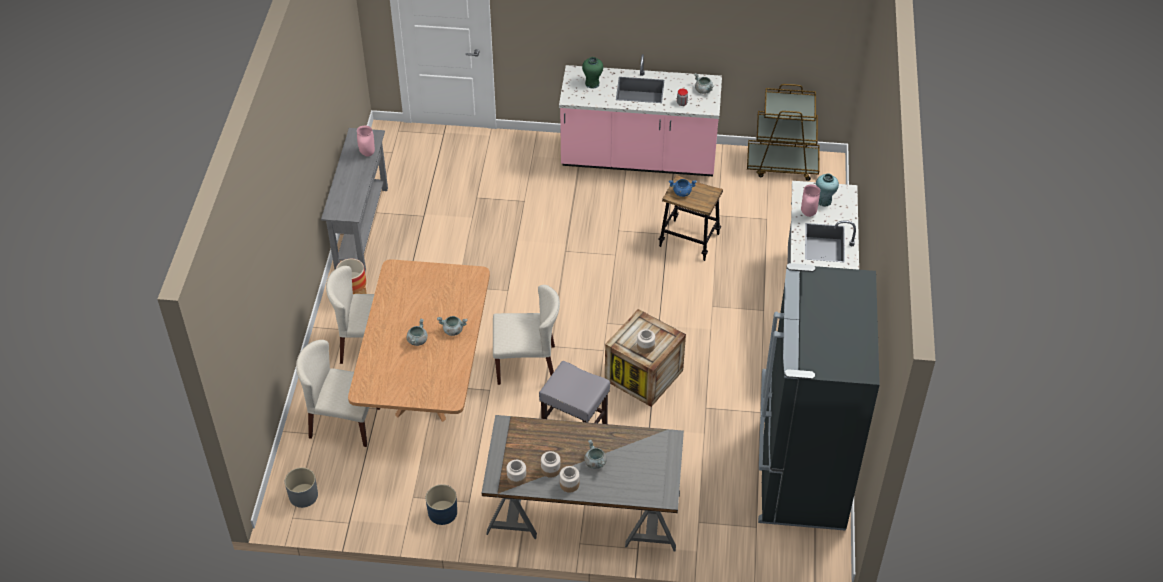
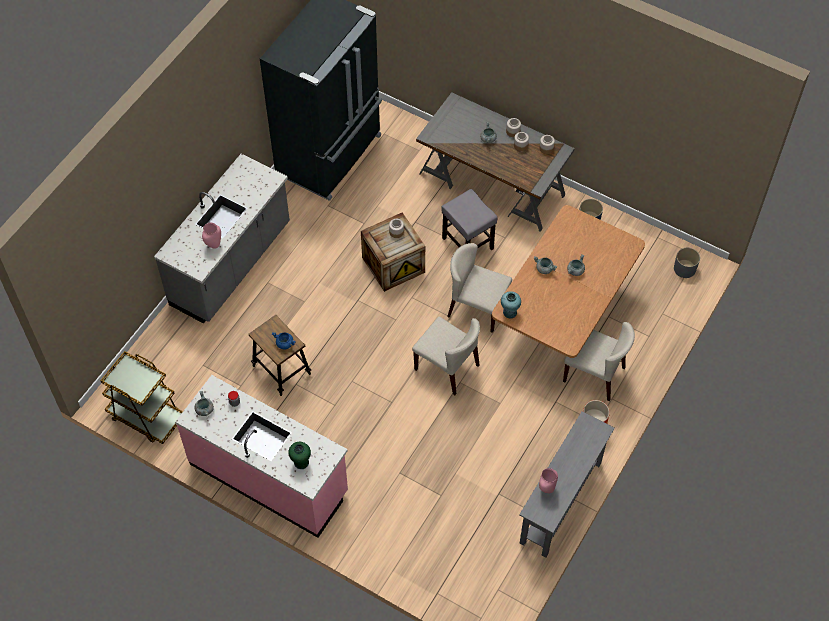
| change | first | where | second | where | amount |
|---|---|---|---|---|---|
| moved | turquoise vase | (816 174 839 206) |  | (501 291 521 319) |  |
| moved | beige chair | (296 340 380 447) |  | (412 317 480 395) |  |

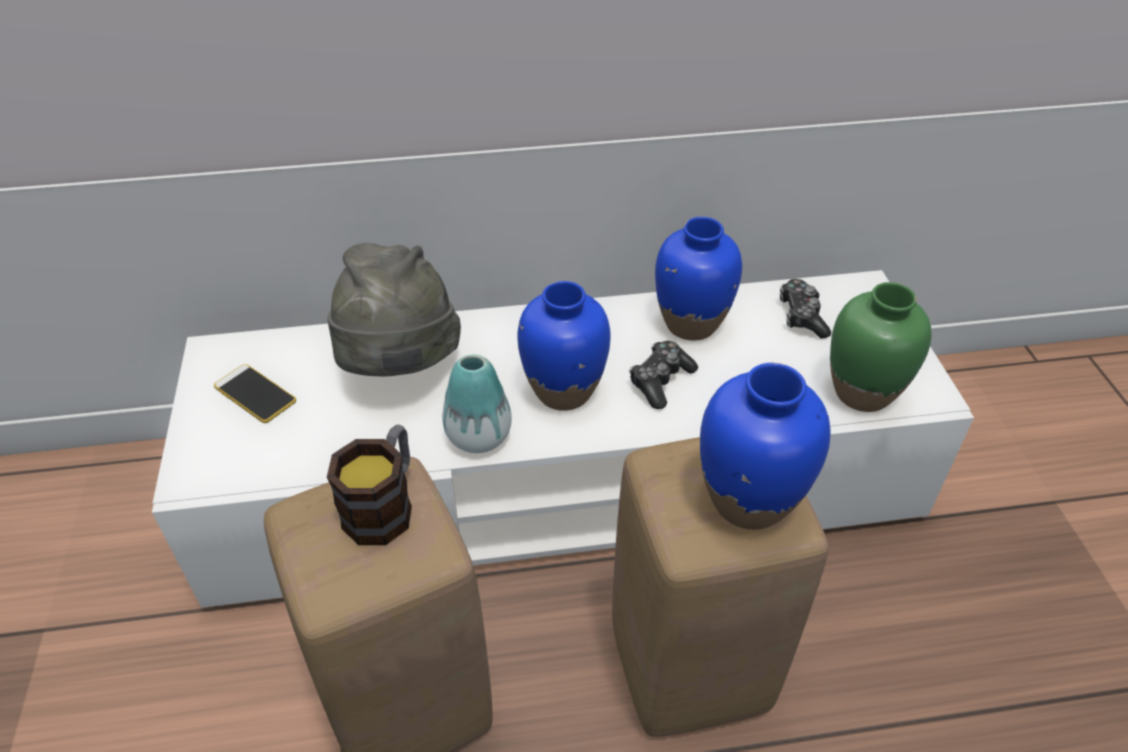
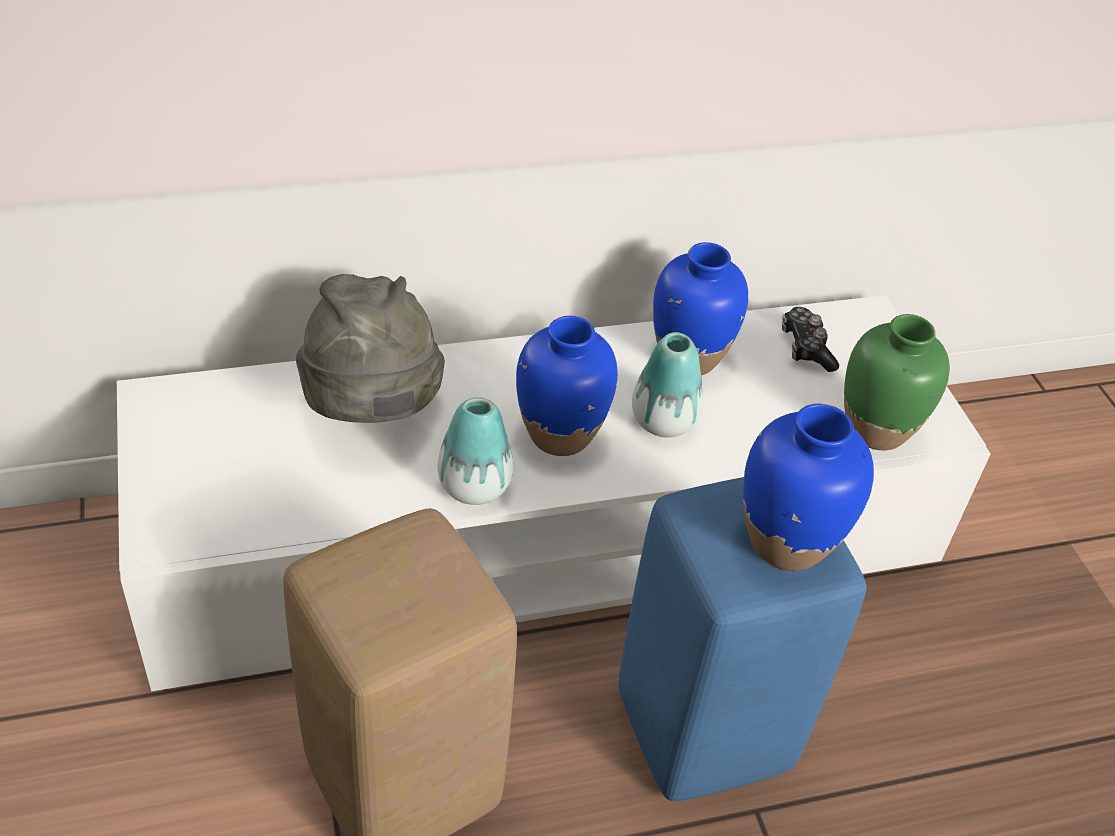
| change | first | where | second | where | amount |
|---|---|---|---|---|---|
| replaced | game controller | (630 341 698 409) | vase | (632 332 703 437) |  |
| removed | phone | (214 364 296 423) |  |  |  |
| removed | mug | (327 425 412 545) |  |  |  |
| recoloured | beige stool | (612 437 828 737) | blue stool | (619 477 866 801) |  |

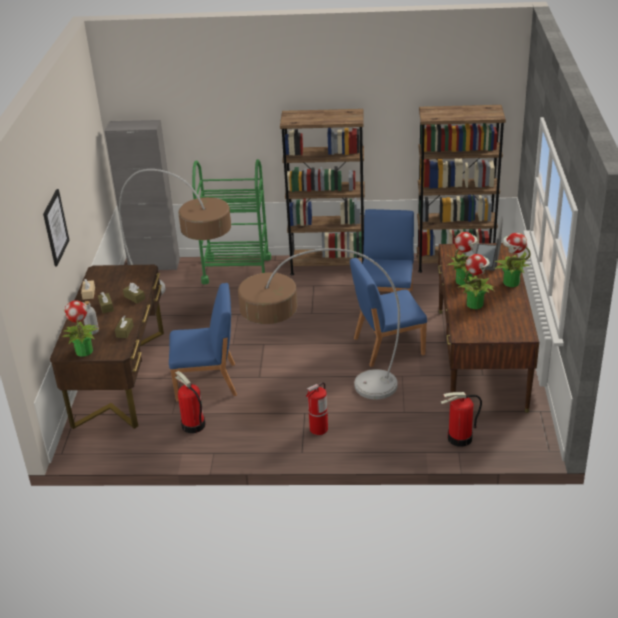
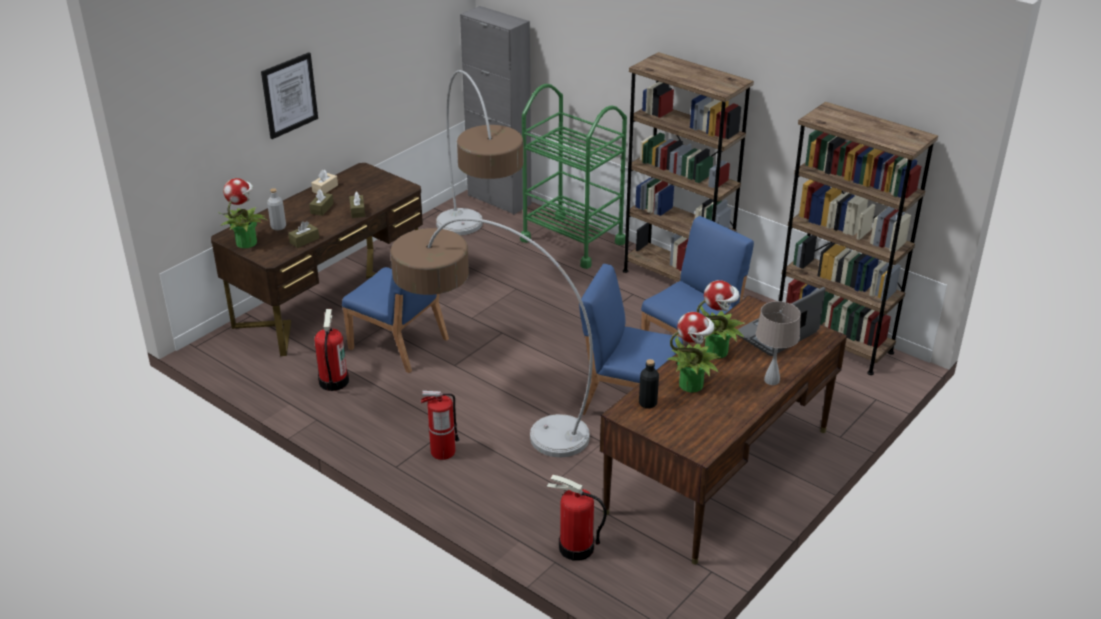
| change | first | where | second | where | amount |
|---|---|---|---|---|---|
| replaced | potted plant | (494 233 531 287) | beige table lamp | (756 301 801 385) |  |
| added |  |  | black bottle | (639 359 659 409) |  |

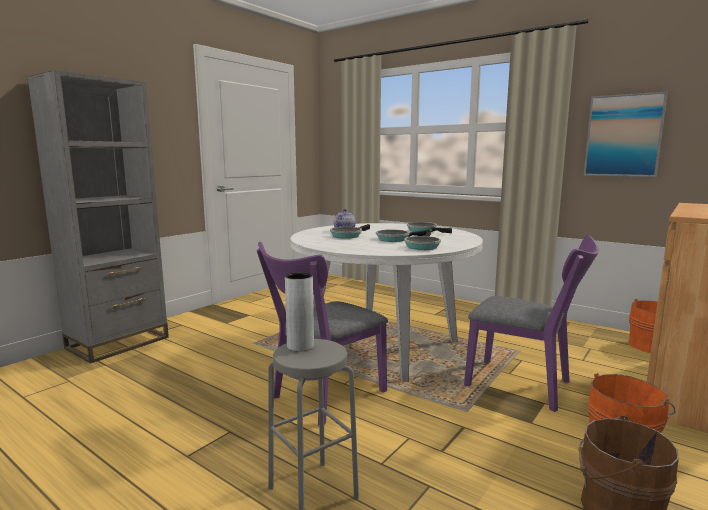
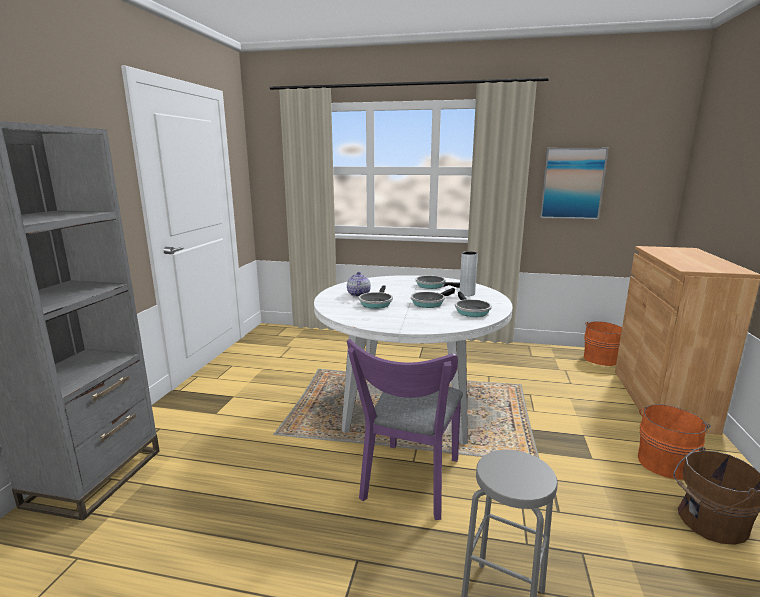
| change | first | where | second | where | amount |
|---|---|---|---|---|---|
| removed | purple chair | (464 235 599 412) |  |  |  |
| moved | grey vase | (285 272 314 351) |  | (460 251 478 296) |  |

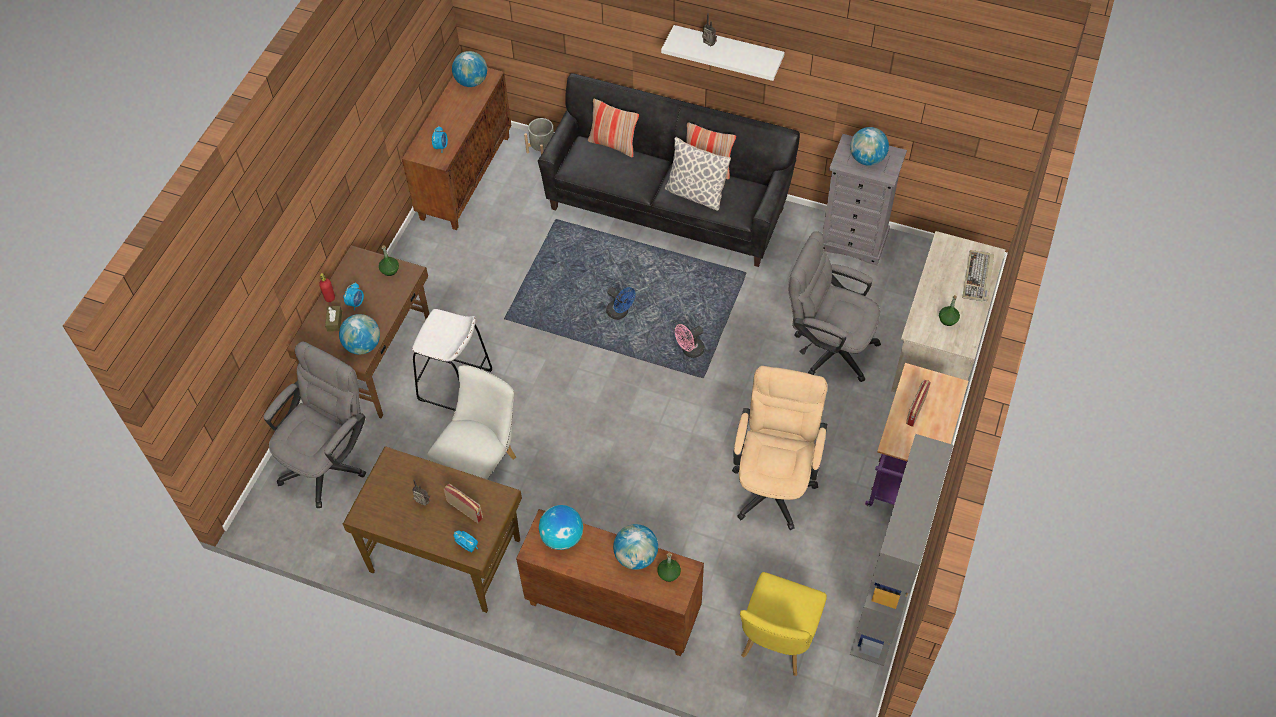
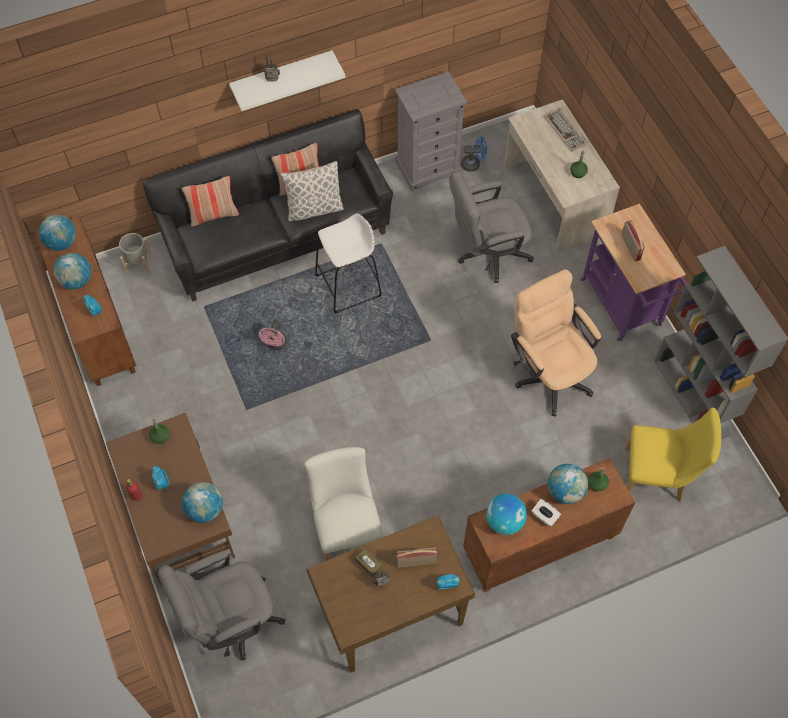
| change | first | where | second | where | amount |
|---|---|---|---|---|---|
| moved | globe | (850 127 889 166) |  | (54 253 91 289) |  |
| moved | blue fan | (606 287 635 320) |  | (461 137 487 172) |  |
| moved | brown tissue box | (325 306 342 331) |  | (355 549 382 577) |  |
| moved | white stool | (412 309 492 411) |  | (315 214 381 314) |  |
| moved | pink fan | (675 324 705 358) |  | (259 320 287 350) |  |
| turned | grey office chair | (263 341 366 508) |  | (157 550 285 661) | 105 degrees counterclockwise |
| turned | yellow chair | (740 572 827 676) |  | (625 407 722 501) | 60 degrees counterclockwise |
| added |  |  | white tissue box | (532 499 561 527) |  |

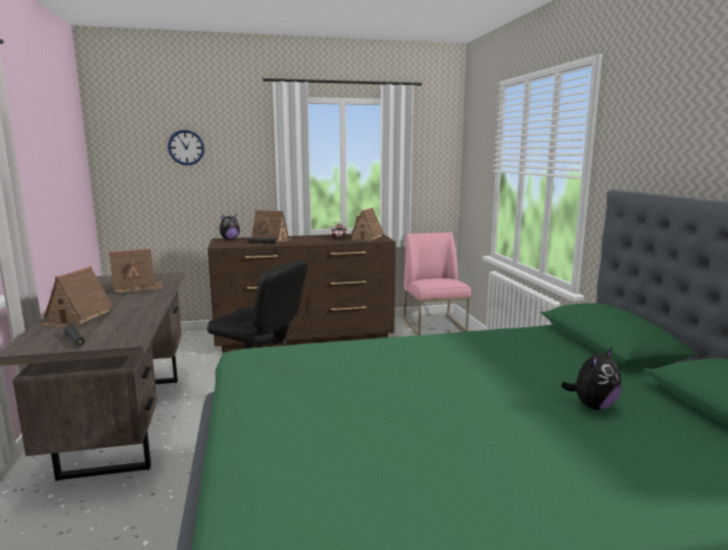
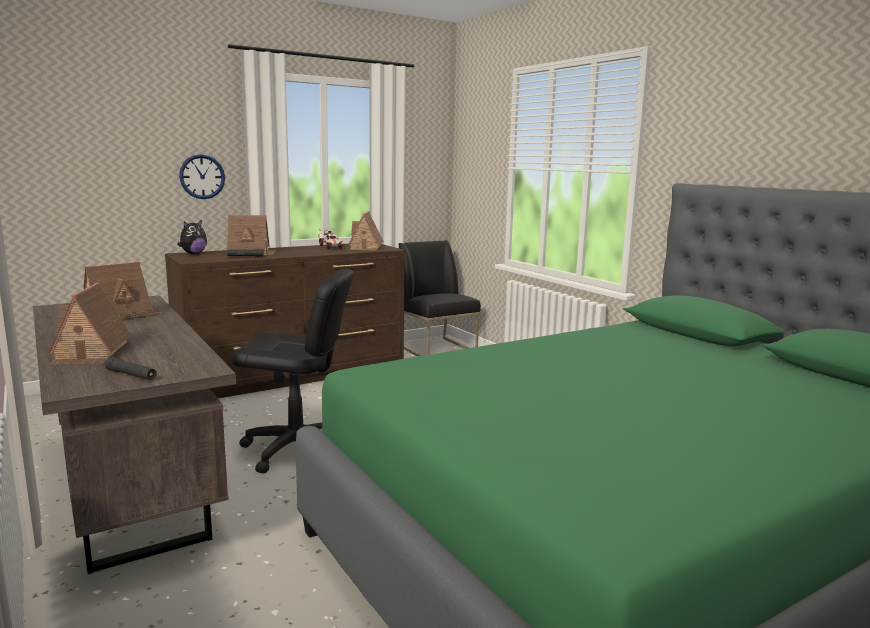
| change | first | where | second | where | amount |
|---|---|---|---|---|---|
| moved | wall clock | (168 130 204 166) |  | (179 154 225 199) |  |
| recoloured | pink chair | (403 232 471 335) | black chair | (399 240 481 356) |  |
| removed | plush toy | (561 347 621 410) |  |  |  |

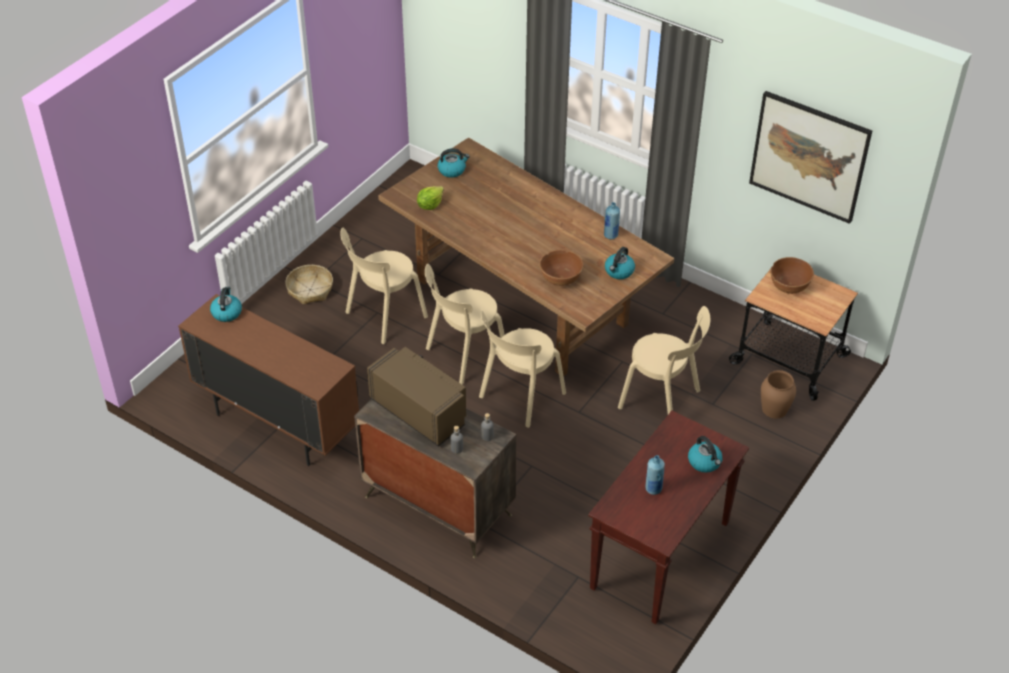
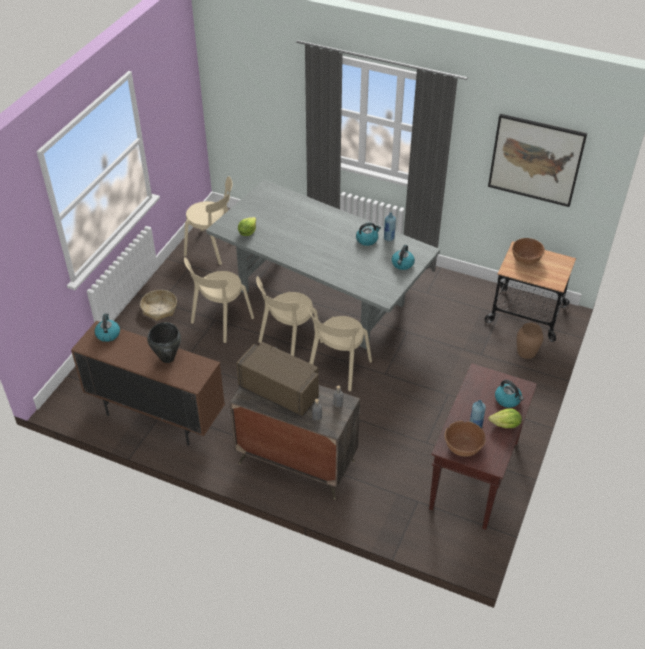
| change | first | where | second | where | amount |
|---|---|---|---|---|---|
| recoloured | brown dining table | (378 137 674 377) | grey dining table | (206 180 440 349) |  |
| moved | kettle | (438 148 470 178) |  | (356 222 381 246) |  |
| moved | brown bowl | (539 250 584 286) |  | (445 421 486 457) |  |
| moved | beige chair | (618 306 710 414) |  | (184 176 232 265) |  |
| added |  |  | black cooking pot | (147 322 181 363) |  |
| added |  |  | lettuce | (488 409 522 428) |  |

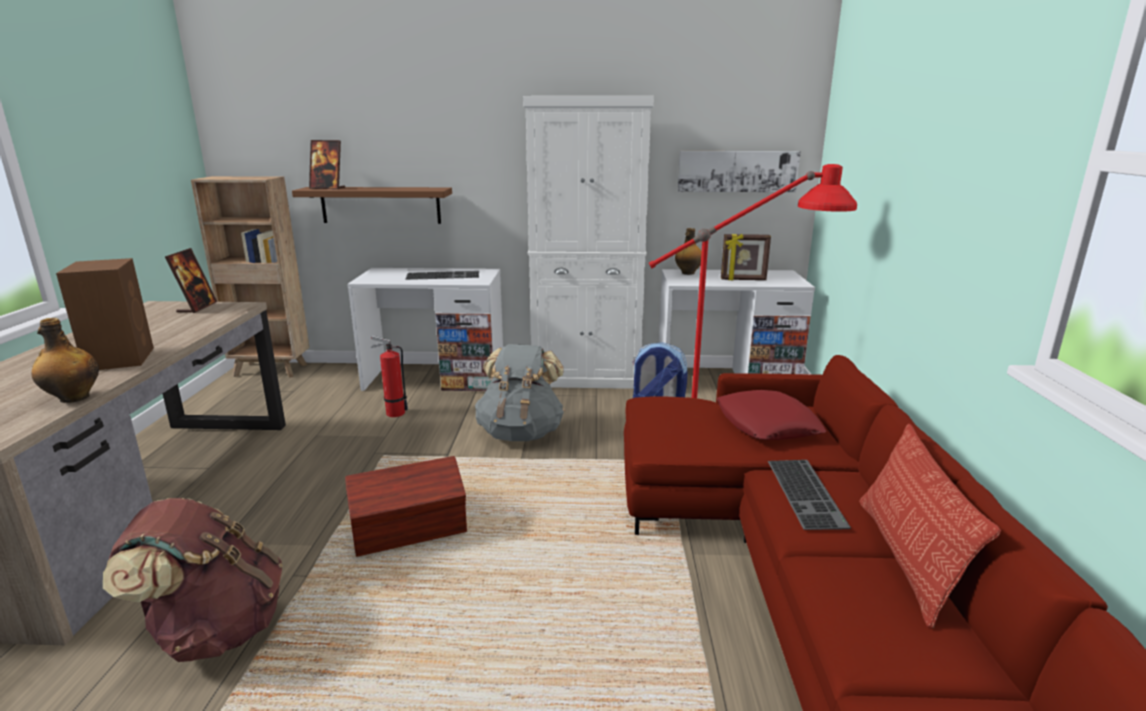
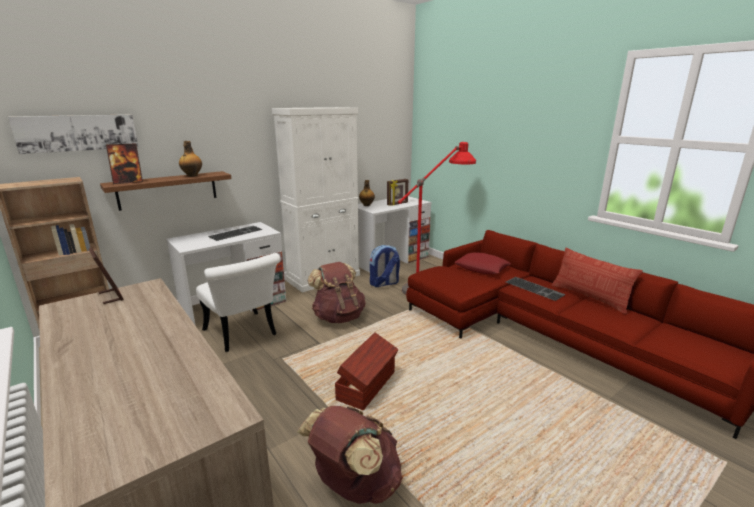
| change | first | where | second | where | amount |
|---|---|---|---|---|---|
| moved | picture | (678 151 801 192) |  | (8 115 138 154) |  |
| removed | brown speaker | (56 258 154 370) |  |  |  |
| moved | bottle | (32 318 99 403) |  | (179 141 202 177) |  |
| replaced | fire extinguisher | (371 336 408 417) | white chair | (196 253 280 352) |  |
| recoloured | grey backpack | (475 344 565 441) | brown backpack | (308 262 365 323) |  |

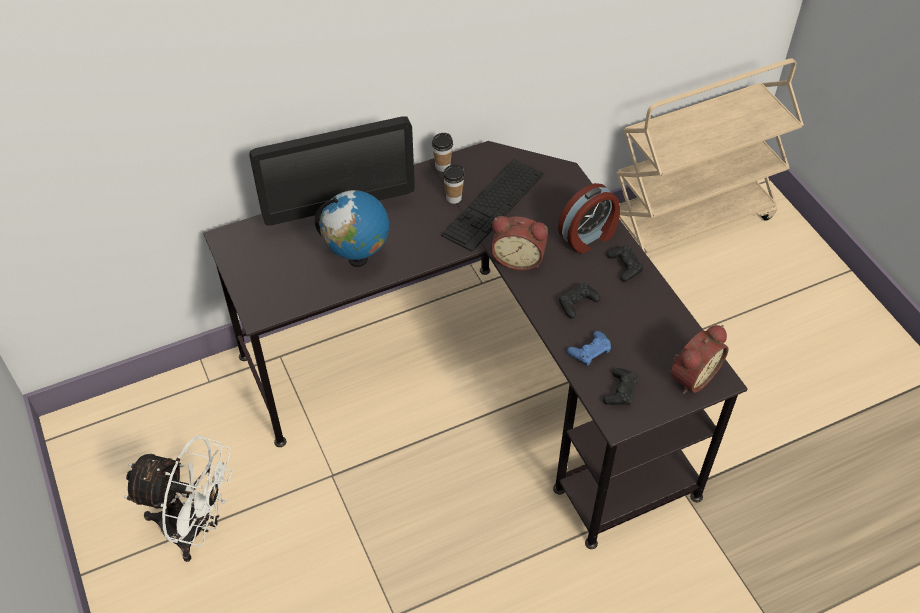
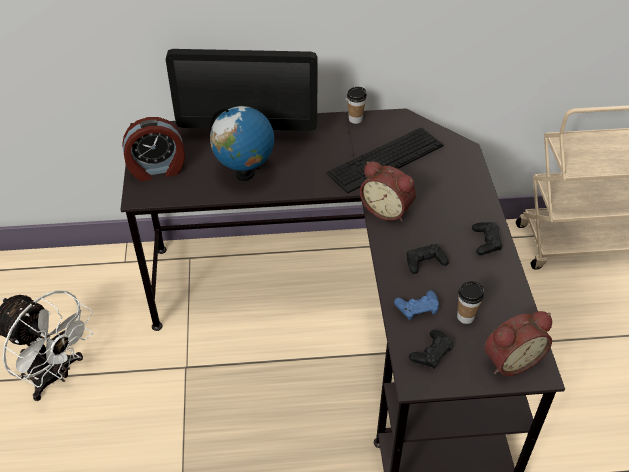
| change | first | where | second | where | amount |
|---|---|---|---|---|---|
| moved | cup | (443 164 465 204) |  | (457 281 484 324) |  |
| moved | alarm clock | (558 183 620 254) |  | (122 117 185 181) |  |

